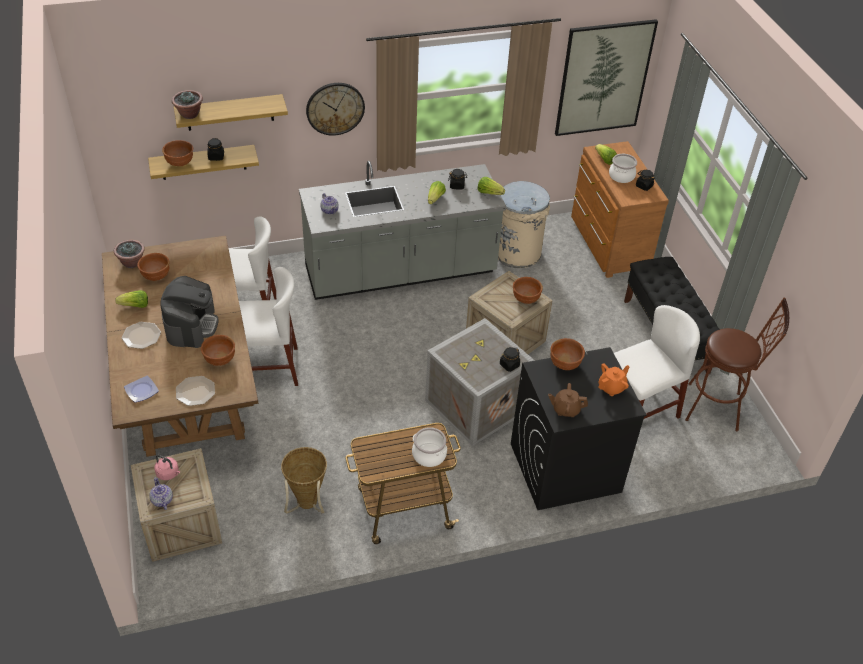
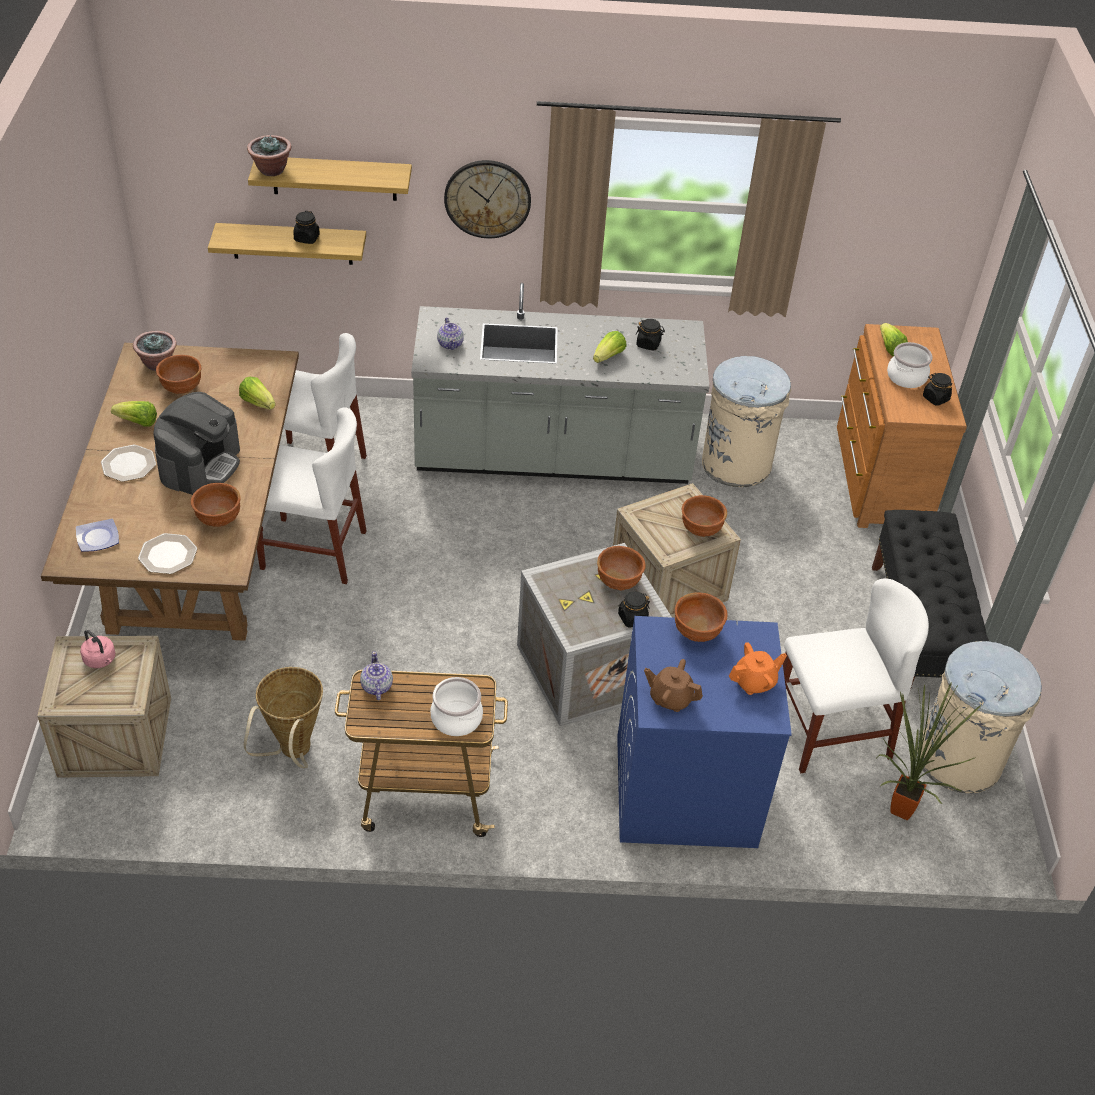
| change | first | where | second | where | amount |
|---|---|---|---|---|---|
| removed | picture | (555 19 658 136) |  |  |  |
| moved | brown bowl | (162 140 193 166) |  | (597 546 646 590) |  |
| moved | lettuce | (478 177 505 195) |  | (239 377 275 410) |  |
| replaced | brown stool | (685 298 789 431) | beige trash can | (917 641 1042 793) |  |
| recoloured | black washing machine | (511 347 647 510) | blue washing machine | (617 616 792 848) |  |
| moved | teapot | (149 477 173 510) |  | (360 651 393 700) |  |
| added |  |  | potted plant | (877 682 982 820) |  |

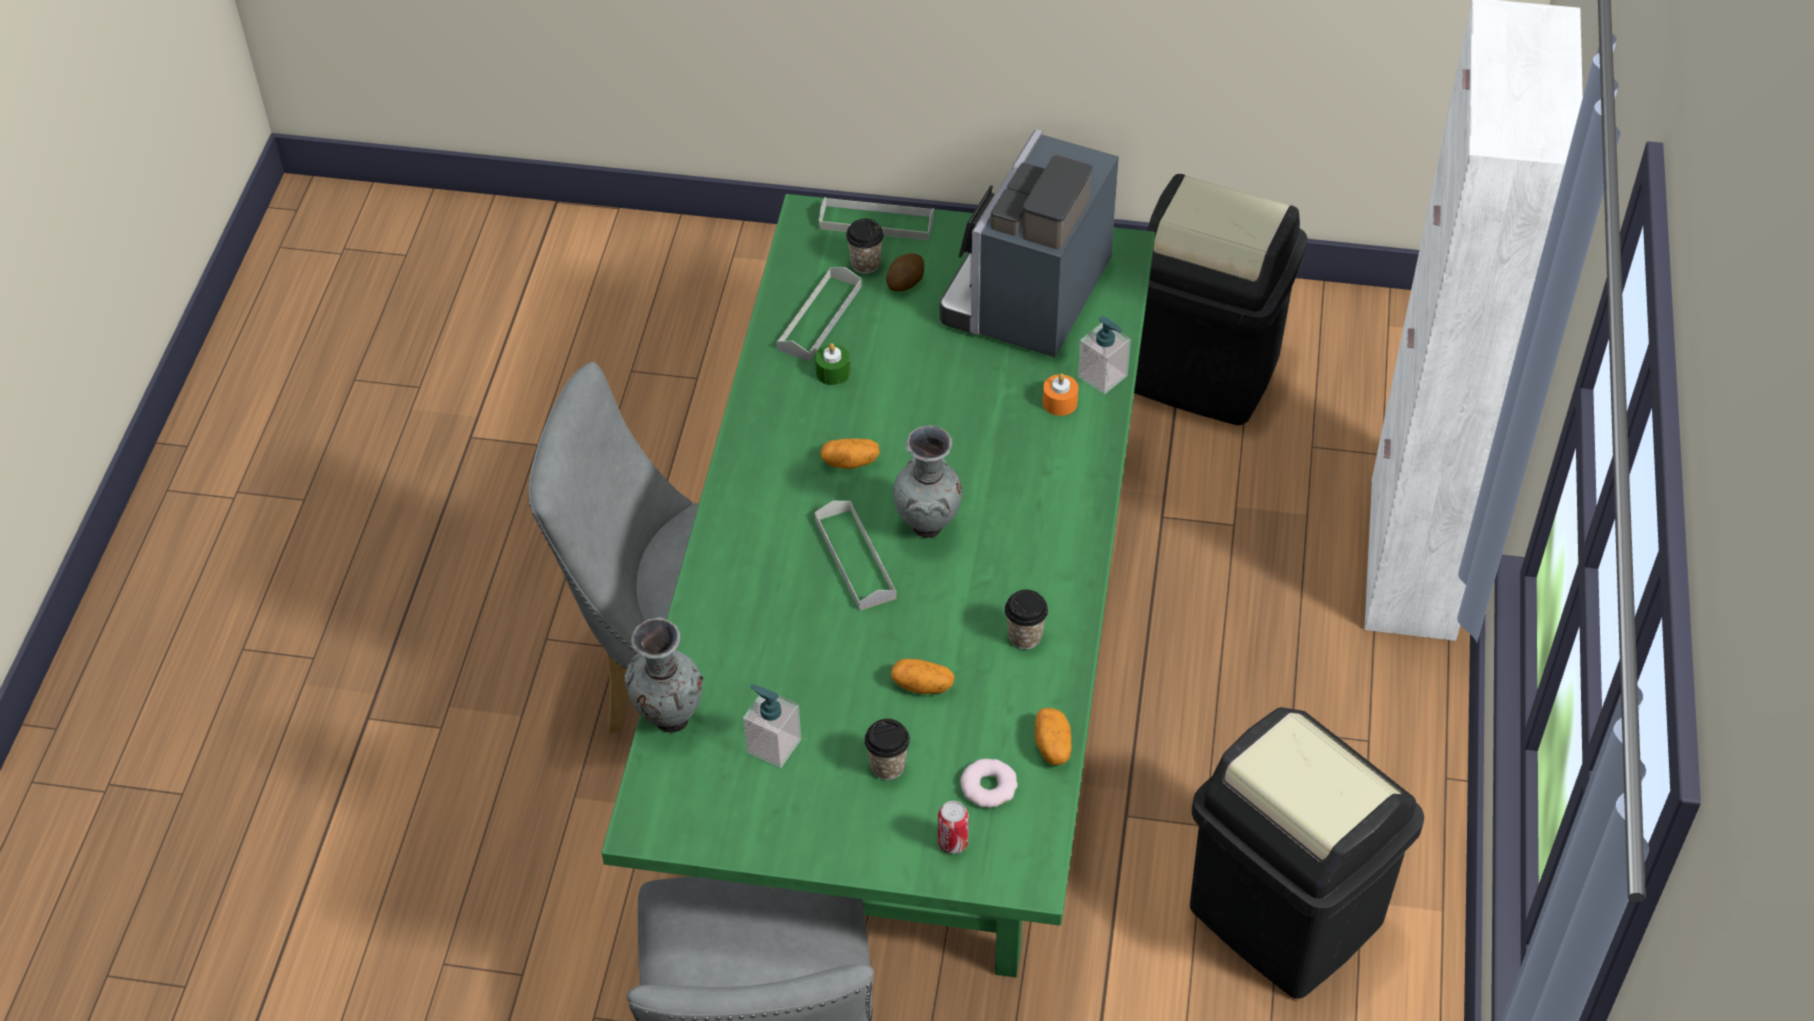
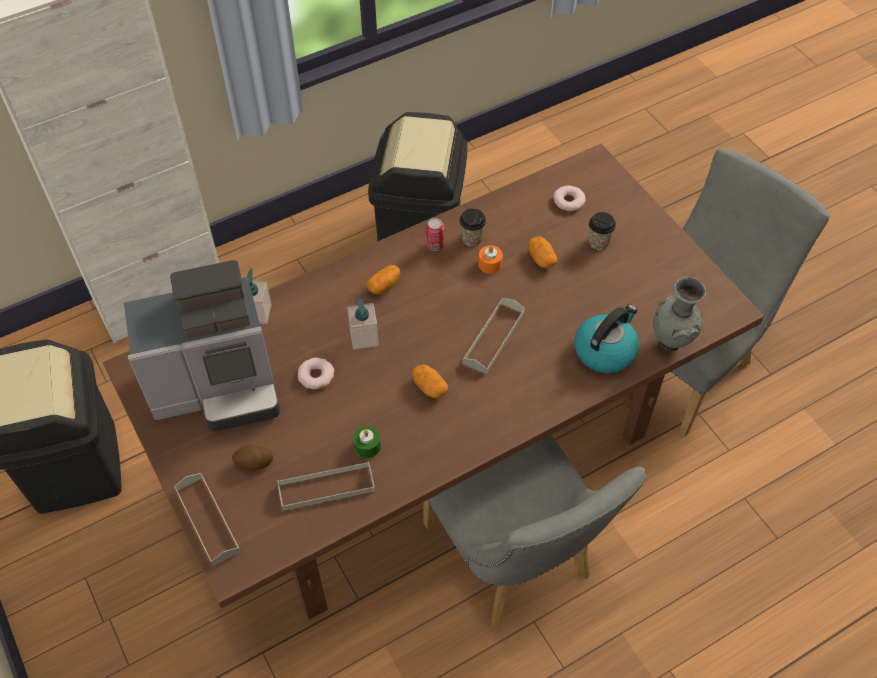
| change | first | where | second | where | amount |
|---|---|---|---|---|---|
| recoloured | green dining table | (602 194 1155 978) | brown dining table | (103 144 764 620) |  |
| removed | cup | (846 219 884 274) |  |  |  |
| moved | orange candle | (1043 373 1078 416) |  | (478 245 503 274) |  |
| removed | grey vase | (893 425 962 538) |  |  |  |
| moved | soap dispenser | (743 685 801 768) |  | (347 298 379 350) |  |
| moved | potato | (1035 708 1071 765) |  | (367 265 401 294) |  |
| moved | can | (938 801 969 854) |  | (426 218 444 251) |  |
| added |  |  | kettle | (575 304 639 373) |  |
| added |  |  | donut | (298 358 334 389) |  |

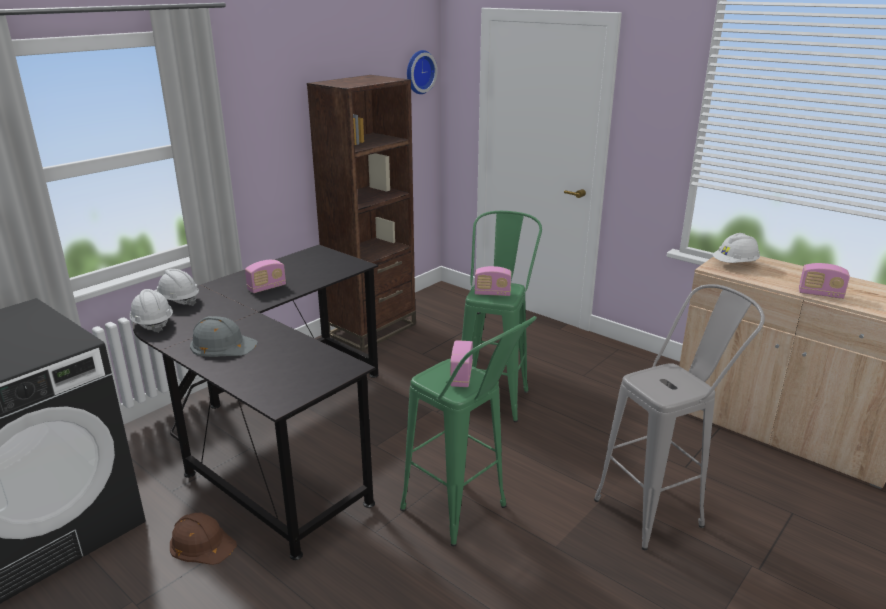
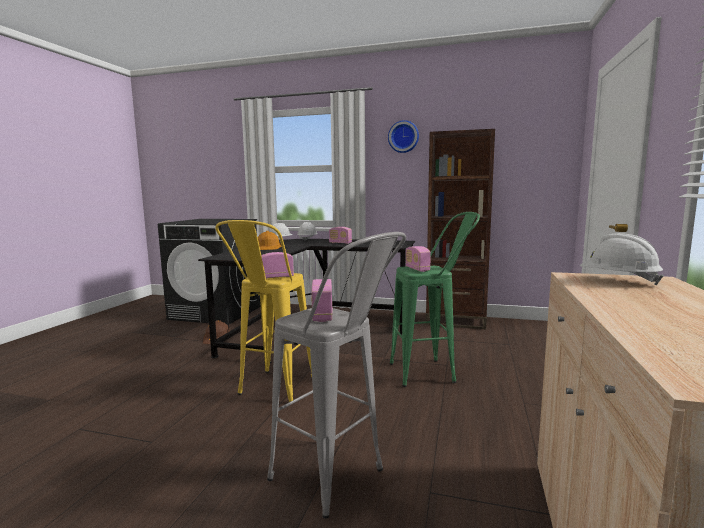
| change | first | where | second | where | amount |
|---|---|---|---|---|---|
| moved | wall clock | (407 50 437 94) |  | (388 120 419 153) |  |
| moved | radio | (799 263 850 299) |  | (311 279 333 322) |  |
| recoloured | grey hard hat | (190 316 258 357) | orange hard hat | (258 231 281 250) |  |
| recoloured | green stool | (400 316 537 547) | yellow stool | (215 220 312 402) |  |

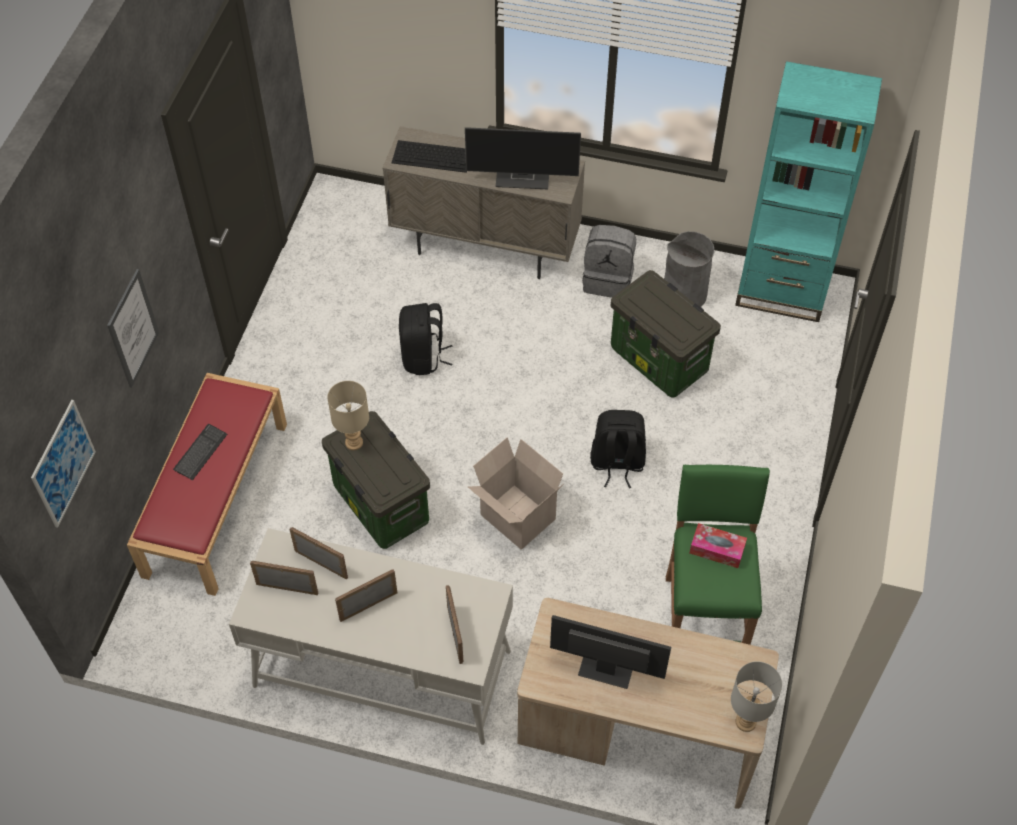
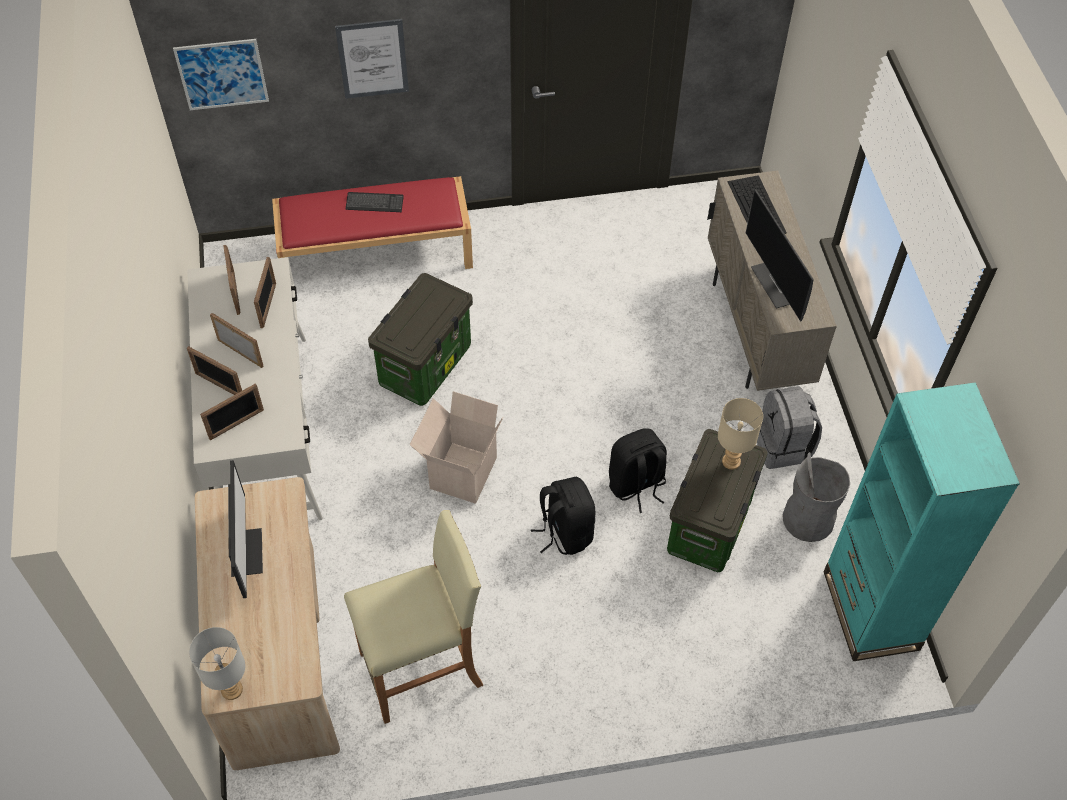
| change | first | where | second | where | amount |
|---|---|---|---|---|---|
| moved | black backpack | (399 303 453 375) |  | (609 428 667 513) |  |
| moved | beige table lamp | (327 381 369 450) |  | (718 398 763 470) |  |
| recoloured | green stool | (666 465 770 645) | beige stool | (344 510 483 724) |  |
| removed | tissue box | (689 523 747 568) |  |  |  |
| added |  |  | picture frame | (187 346 242 395) |  |

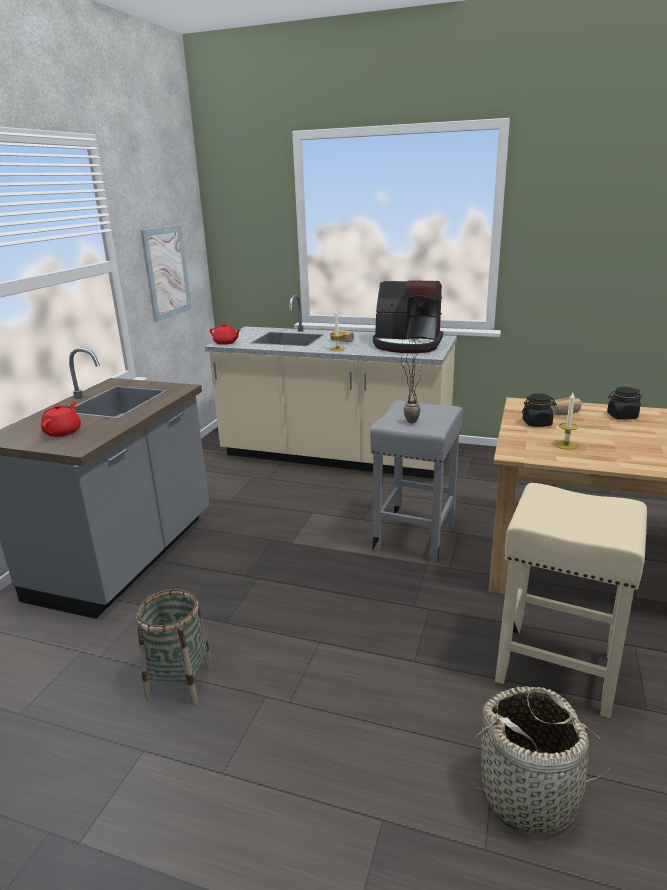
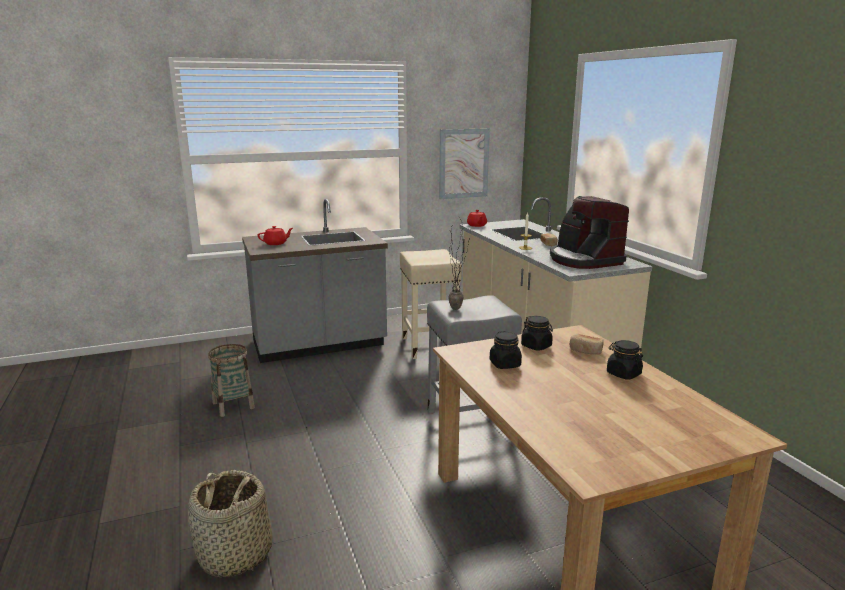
| change | first | where | second | where | amount |
|---|---|---|---|---|---|
| replaced | candle | (555 393 578 450) | black jar | (490 331 522 369) |  |
| moved | beige stool | (495 483 647 718) |  | (400 249 462 359) |  |

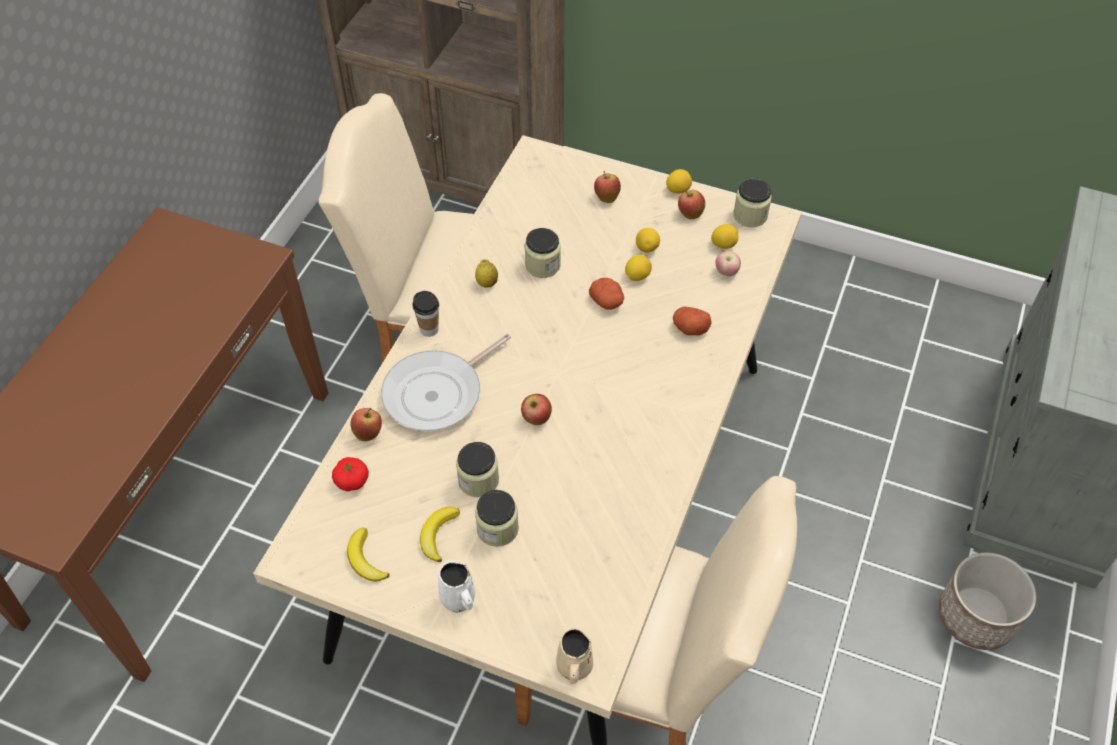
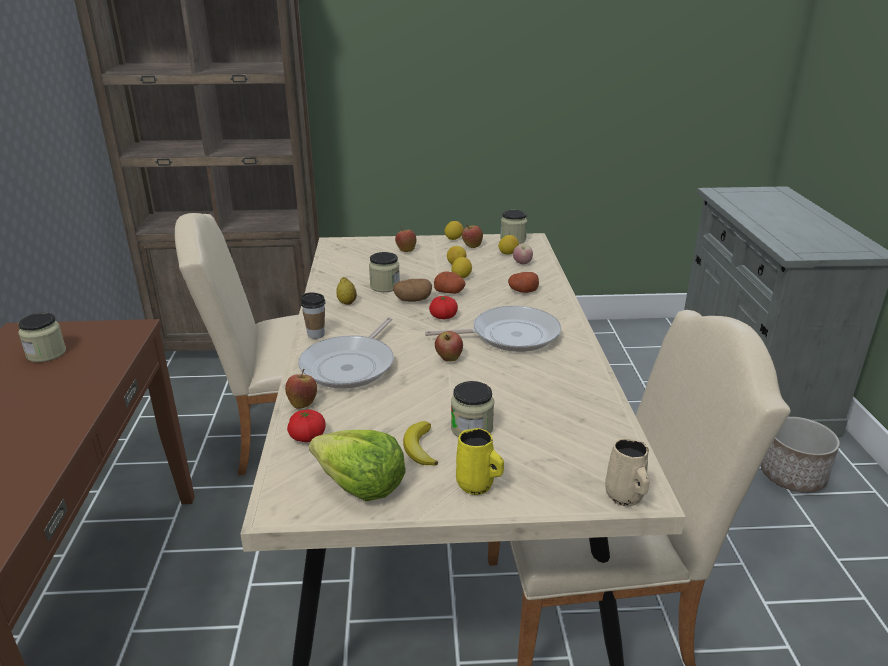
| change | first | where | second | where | amount |
|---|---|---|---|---|---|
| moved | jar | (456 442 499 497) |  | (18 312 66 362) |  |
| replaced | banana | (347 528 390 582) | lettuce | (309 430 406 501) |  |
| recoloured | white mug | (438 561 475 613) | yellow mug | (456 428 504 495) |  |
| added |  |  | potato | (393 279 432 302) |  |
| added |  |  | tomato | (429 296 458 319) |  |
| added |  |  | frying pan | (425 306 561 352) |  |

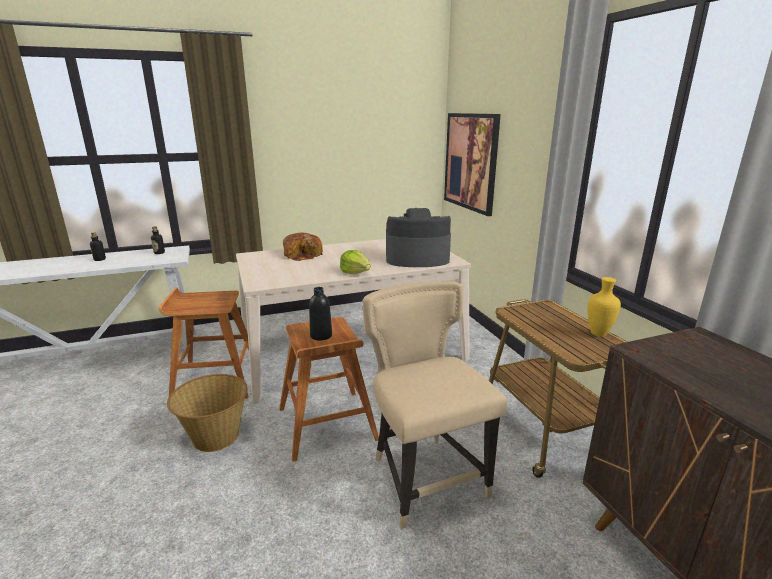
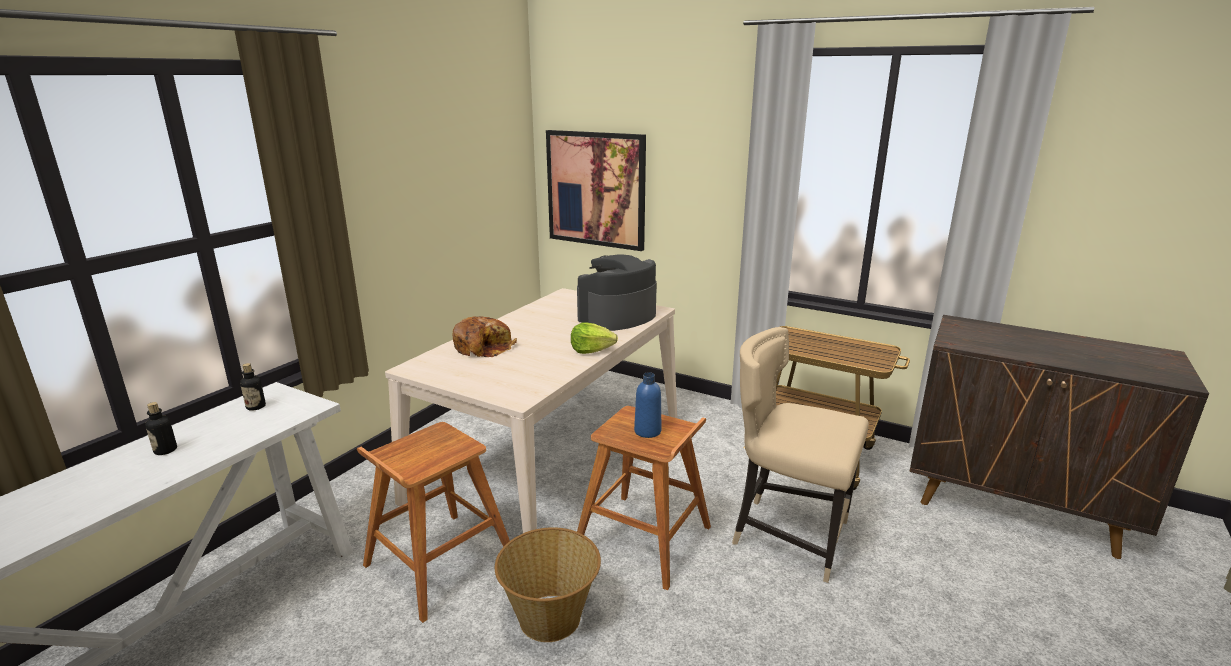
| change | first | where | second | where | amount |
|---|---|---|---|---|---|
| removed | yellow vase | (587 277 621 337) |  |  |  |
| recoloured | black bottle | (309 287 332 341) | blue bottle | (634 372 661 438) |  |

